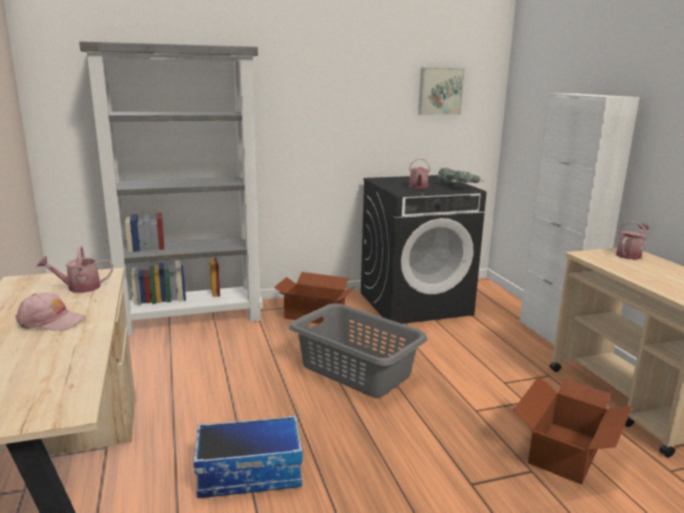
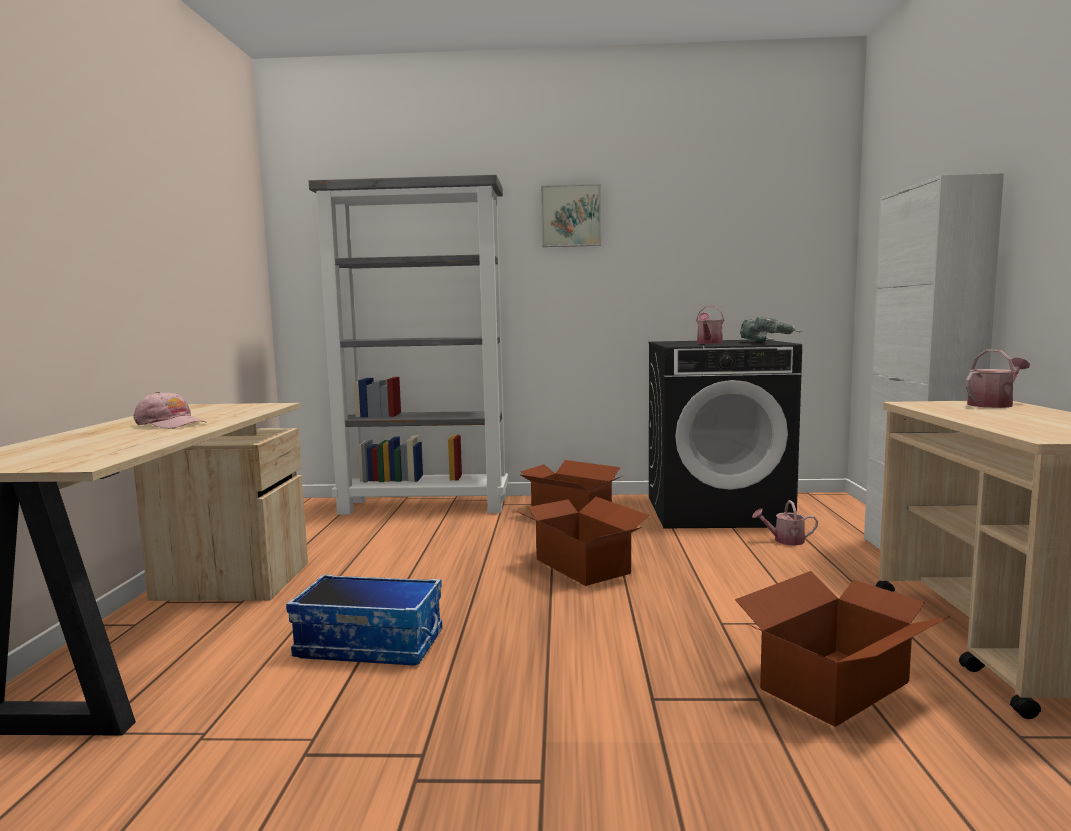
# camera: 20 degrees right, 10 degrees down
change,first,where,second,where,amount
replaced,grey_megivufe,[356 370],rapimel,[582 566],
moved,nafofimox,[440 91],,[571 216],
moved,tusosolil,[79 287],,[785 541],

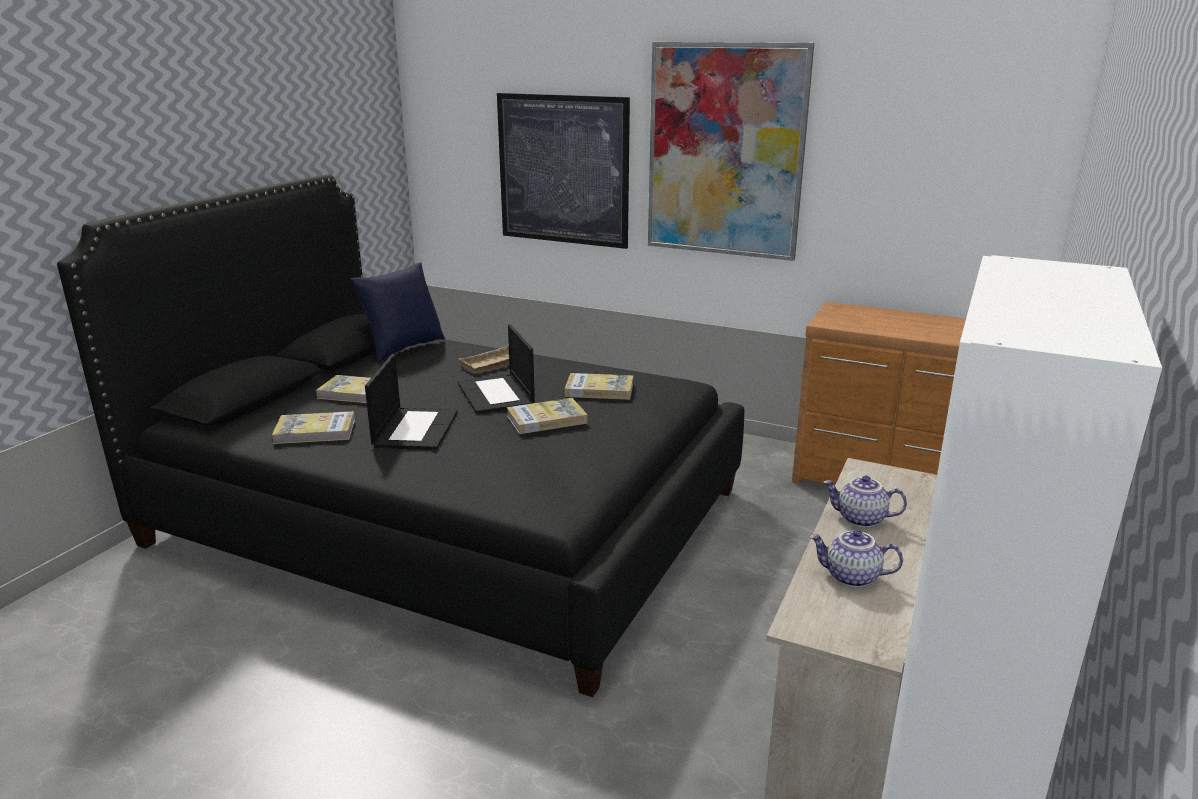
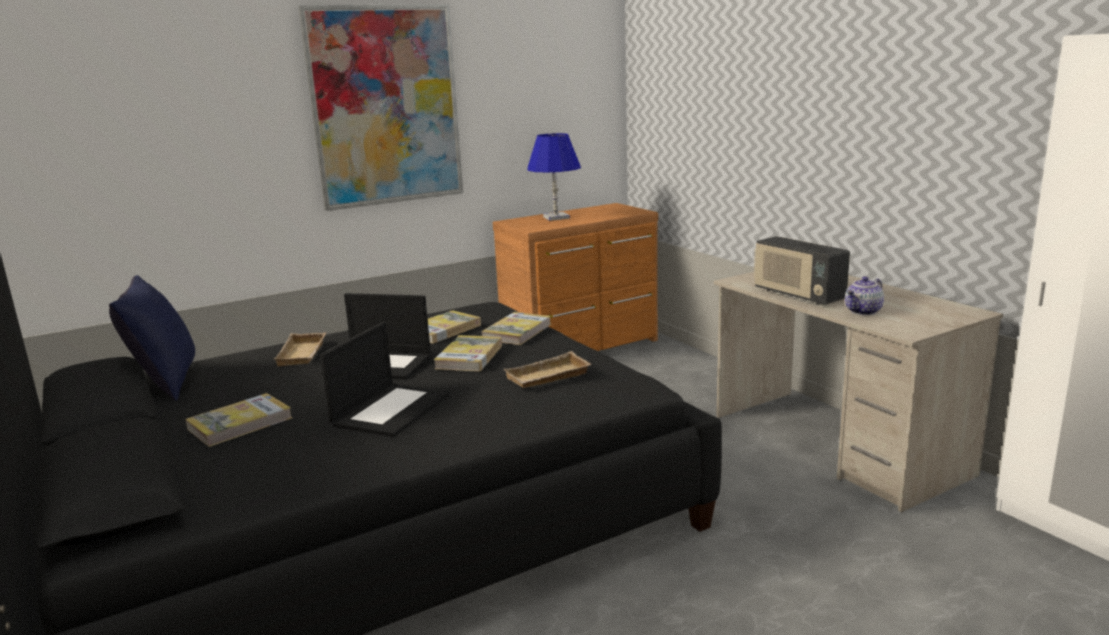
# camera: 55 degrees left, 5 degrees down
change,first,where,second,where,amount
turned,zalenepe,[415 429],,[391 409],75 degrees clockwise
moved,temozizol,[315 431],,[517 332],
added,,,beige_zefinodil,[548 377],
added,,,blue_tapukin,[556 217],
replaced,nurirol,[860 519],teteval,[797 295],
removed,nafofimox,[563 170],,,

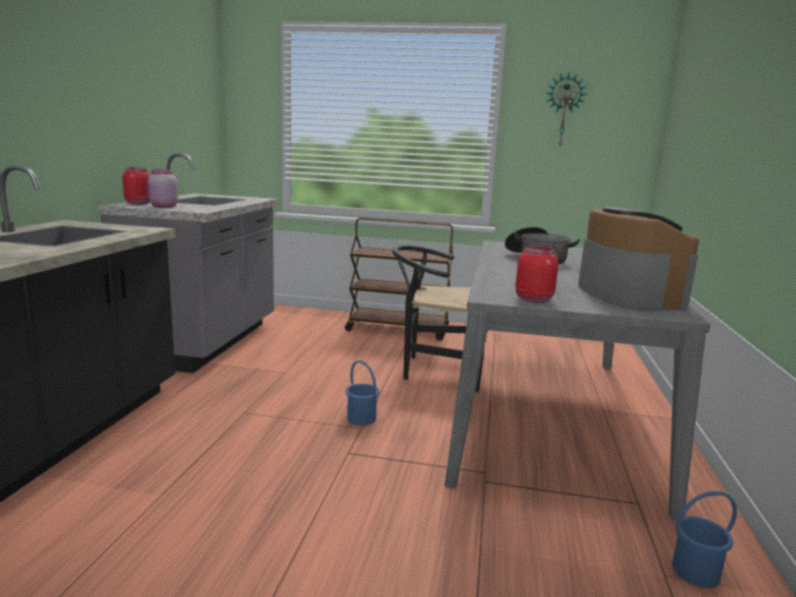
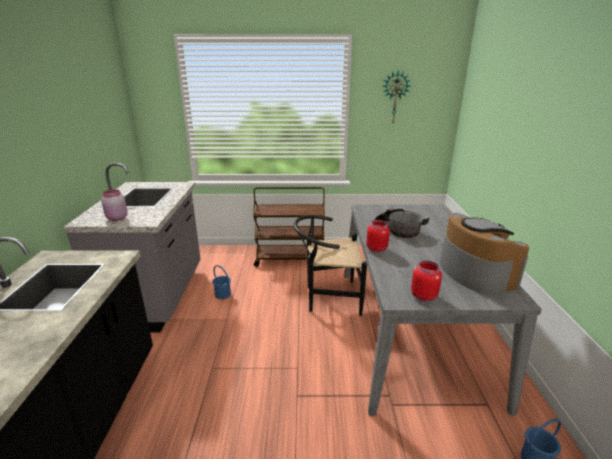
# camera: 10 degrees left, 10 degrees up
change,first,where,second,where,amount
moved,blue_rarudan,[361 418],,[223 294],
moved,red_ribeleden,[139 203],,[376 248],

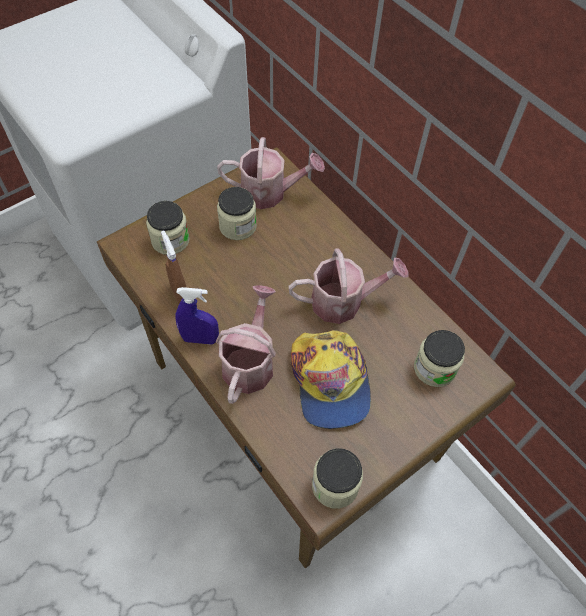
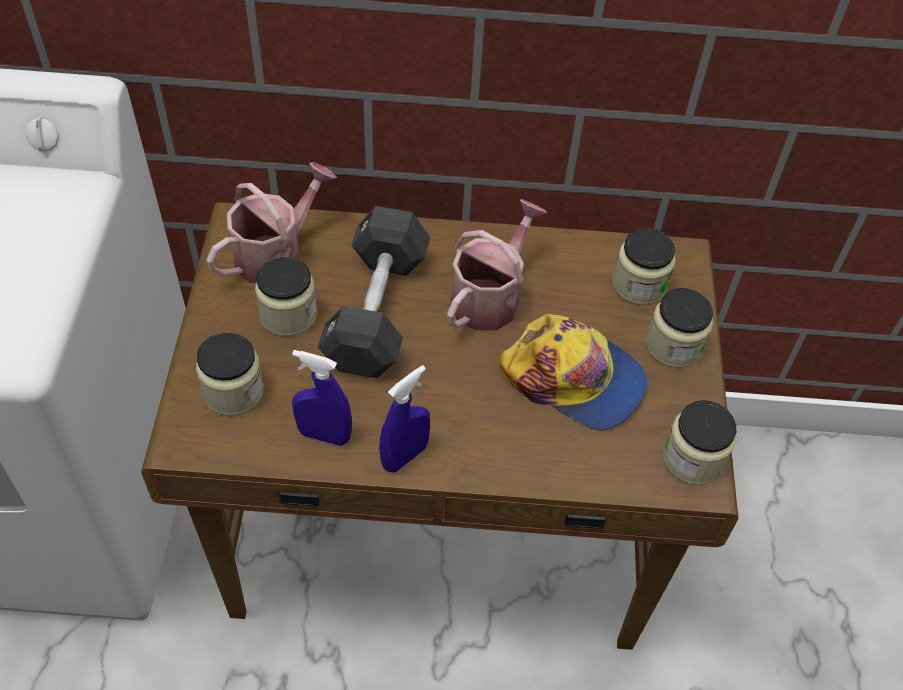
# camera: 50 degrees left, 5 degrees down
change,first,where,second,where,amount
recoloured,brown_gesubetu,[180 295],blue_gesubetu,[324 435],
added,,,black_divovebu,[376 310],
added,,,ribeleden,[673 346],
removed,tusosolil,[250 361],,,

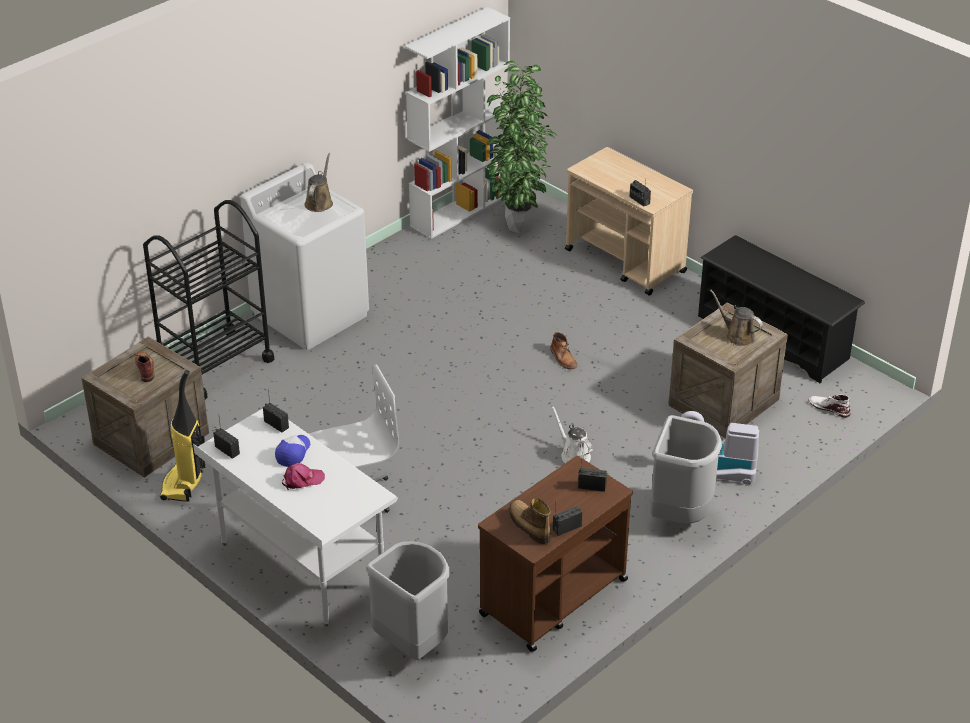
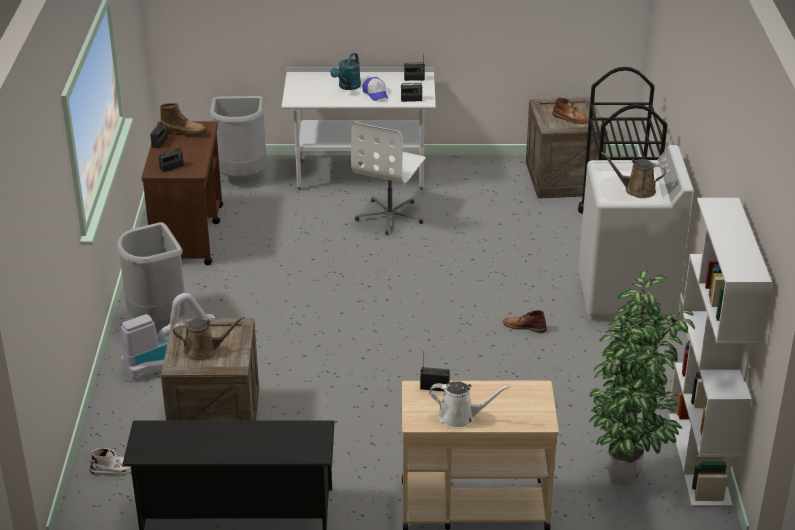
# camera: 135 degrees right, 5 degrees down
change,first,where,second,where,amount
replaced,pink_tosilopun,[302 480],turquoise_tusosolil,[347 87],
moved,white_tusosolil,[573 455],,[460 417],
moved,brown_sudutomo,[563 358],,[524 326],
turned,brown_tusosolil,[319 202],,[636 190],135 degrees clockwise
removed,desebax,[184 484],,,

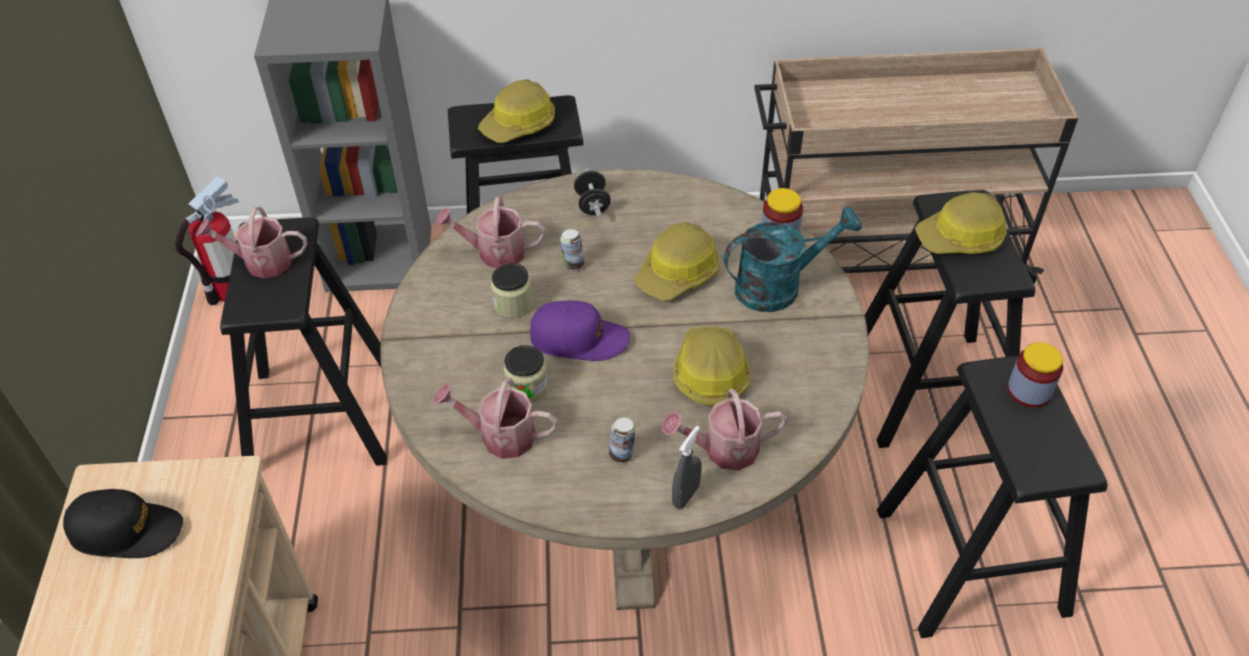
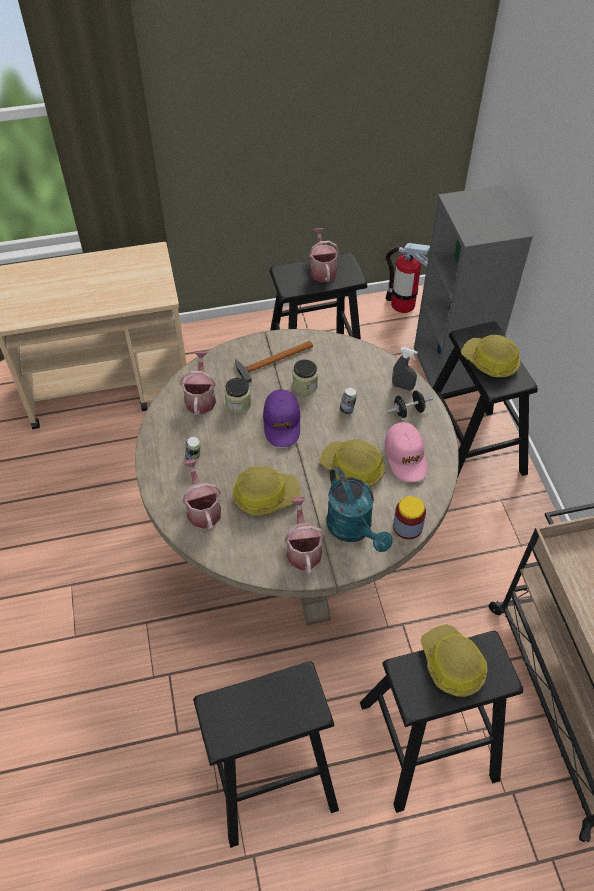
# camera: 80 degrees right, 5 degrees up
change,first,where,second,where,amount
added,,,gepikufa,[271 361],
moved,tusosolil,[494 252],,[303 549],
added,,,pink_tosilopun,[406 456],
moved,grey_gesubetu,[685 495],,[402 386],
removed,black_tosilopun,[127 530],,,
removed,ribeleden,[1029 391],,,

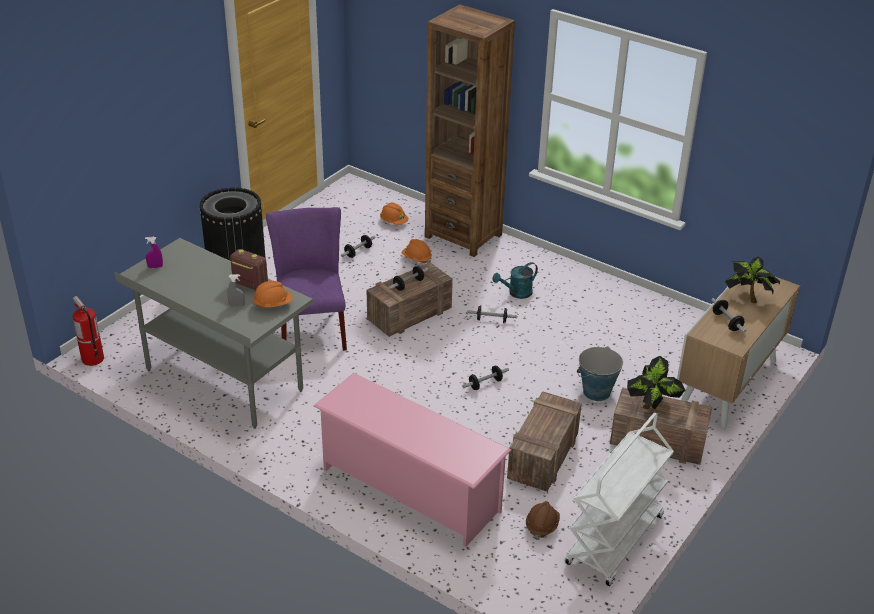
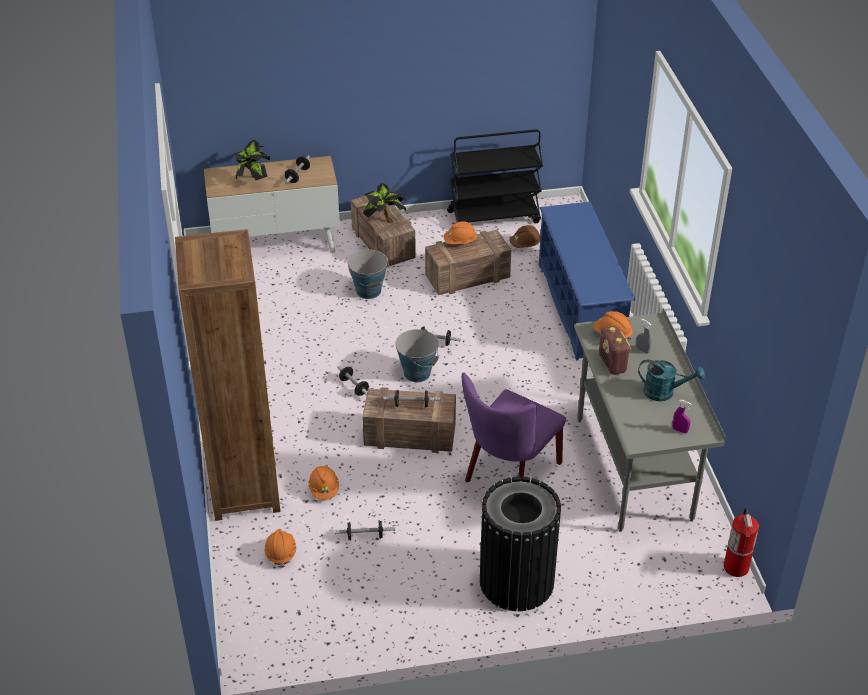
# camera: 135 degrees left, 5 degrees up
change,first,where,second,where,amount
added,,,rarudan,[417 373],
added,,,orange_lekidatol,[460 242],
recoloured,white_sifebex,[615 541],black_sifebex,[494 217],
recoloured,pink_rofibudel,[409 490],blue_rofibudel,[580 308],
moved,turquoise_tusosolil,[516 293],,[664 392],

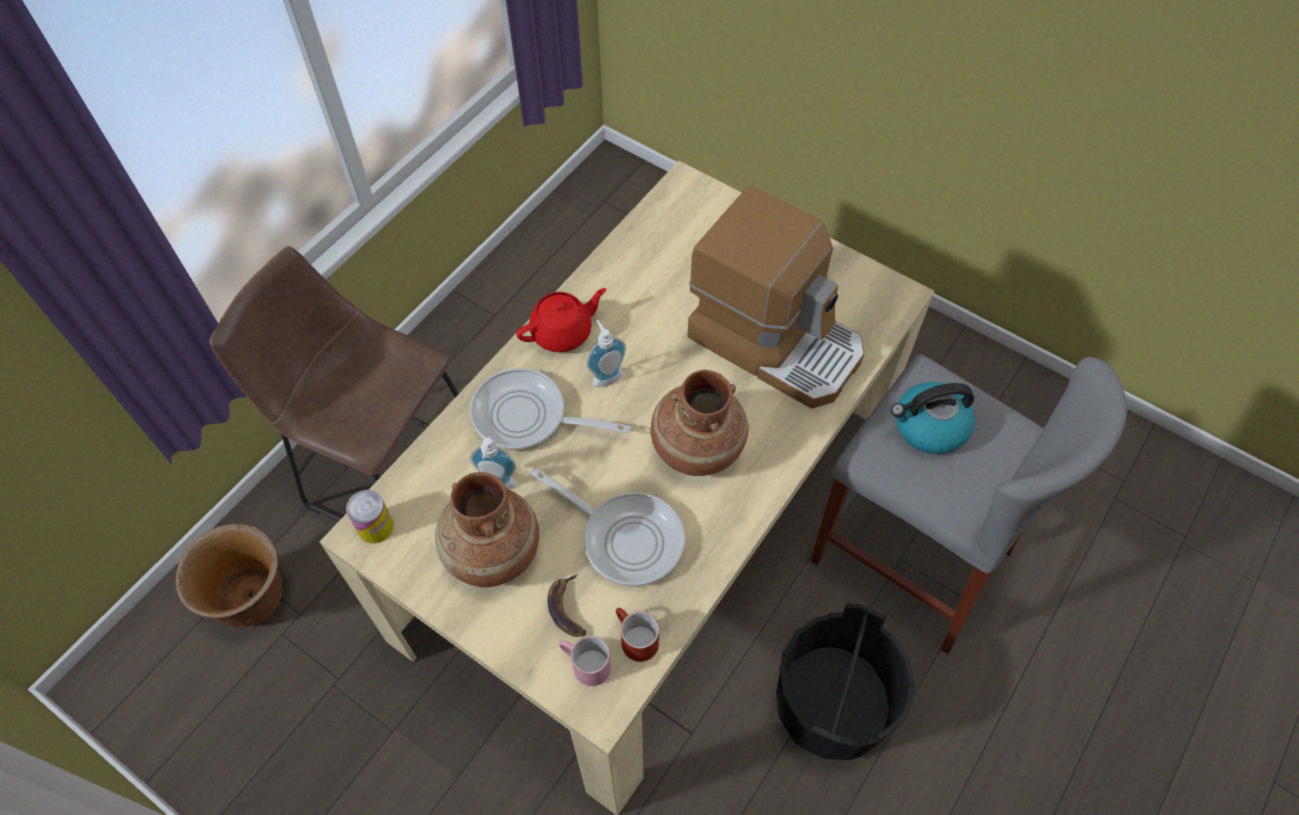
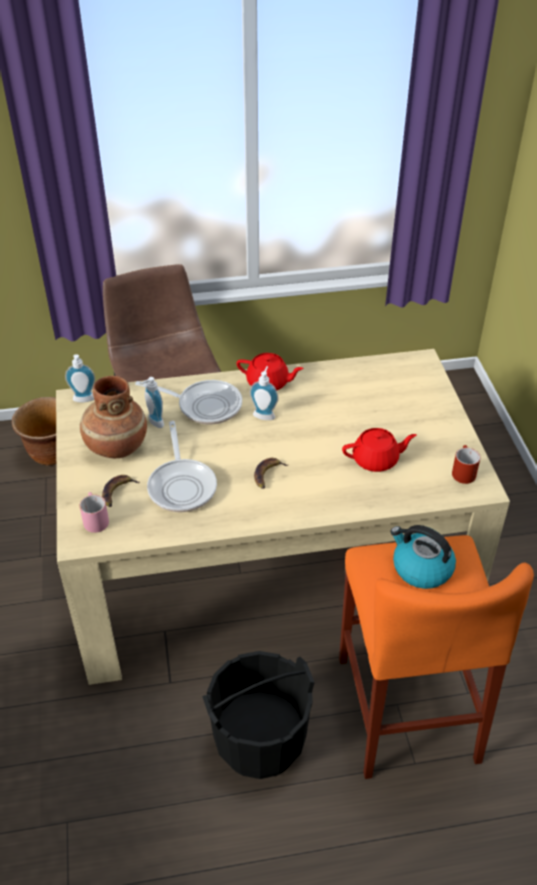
# camera: 45 degrees right, 15 degrees down
change,first,where,second,where,amount
replaced,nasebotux,[375 526],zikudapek,[84 400],
turned,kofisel,[527 417],,[204 405],135 degrees clockwise
replaced,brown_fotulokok,[696 447],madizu,[268 475],
recoloured,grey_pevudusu,[910 555],orange_pevudusu,[406 708],
replaced,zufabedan,[776 341],red_nurirol,[376 460],
moved,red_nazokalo,[634 638],,[462 471],

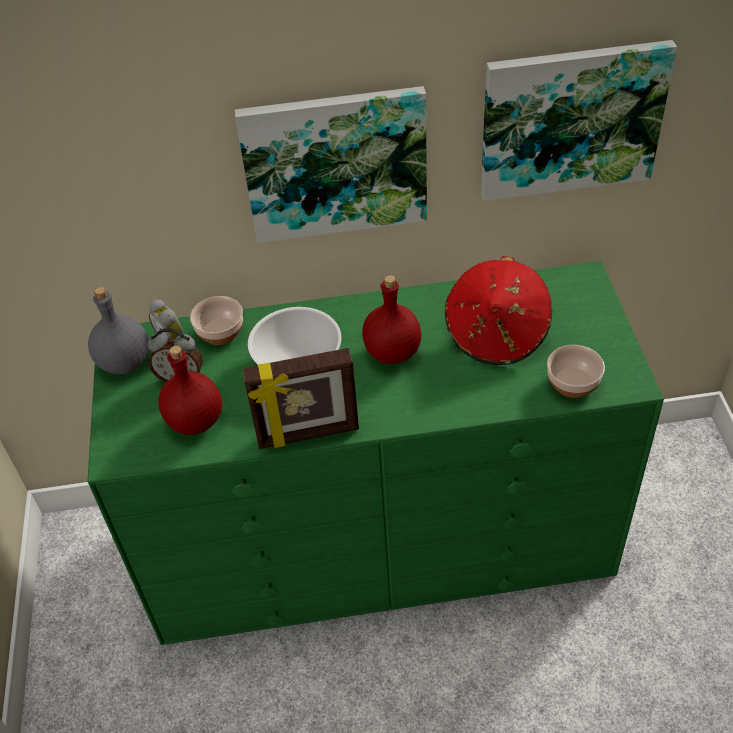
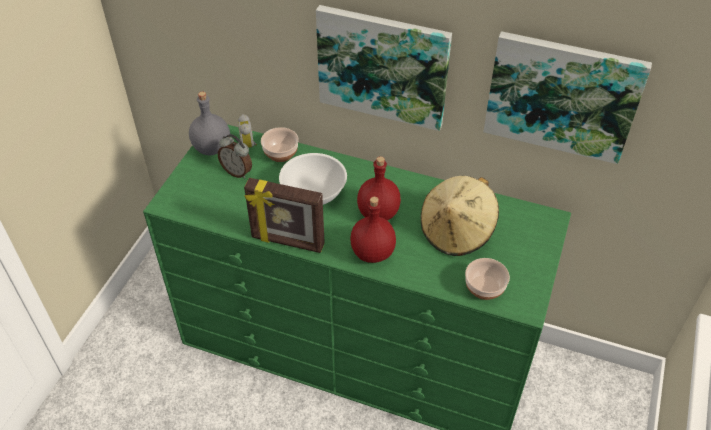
# camera: 25 degrees right, 0 degrees up
change,first,where,second,where,amount
moved,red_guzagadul,[195 422],,[372 253],
recoloured,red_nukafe,[497 335],beige_nukafe,[456 232],

